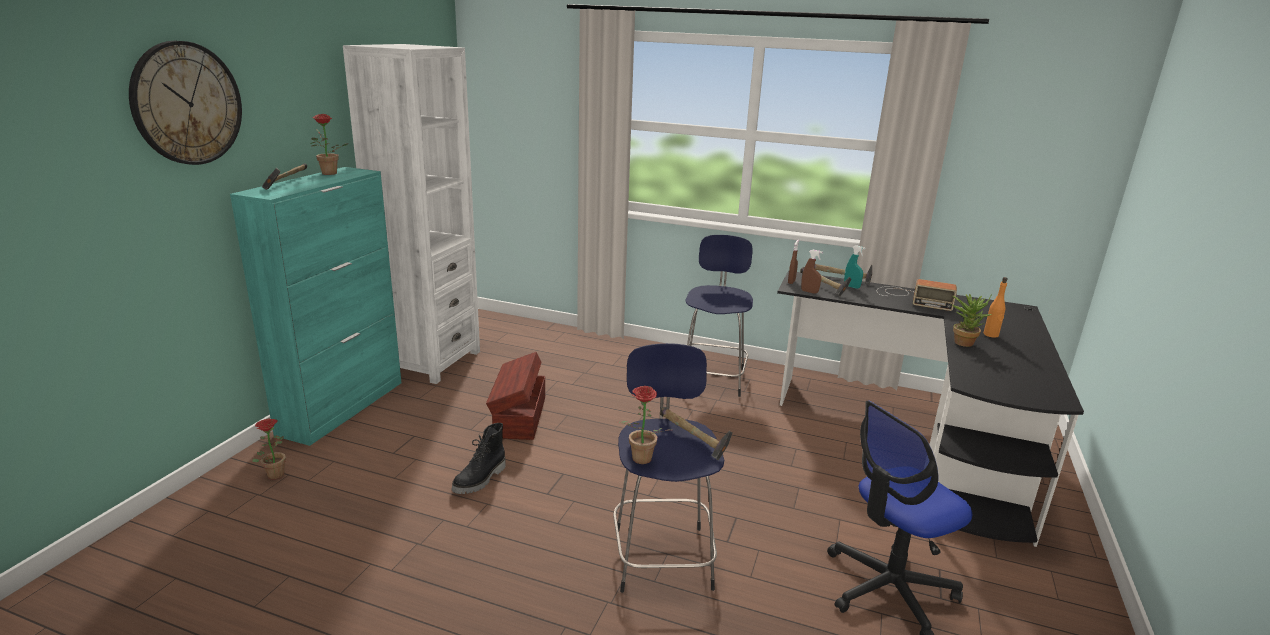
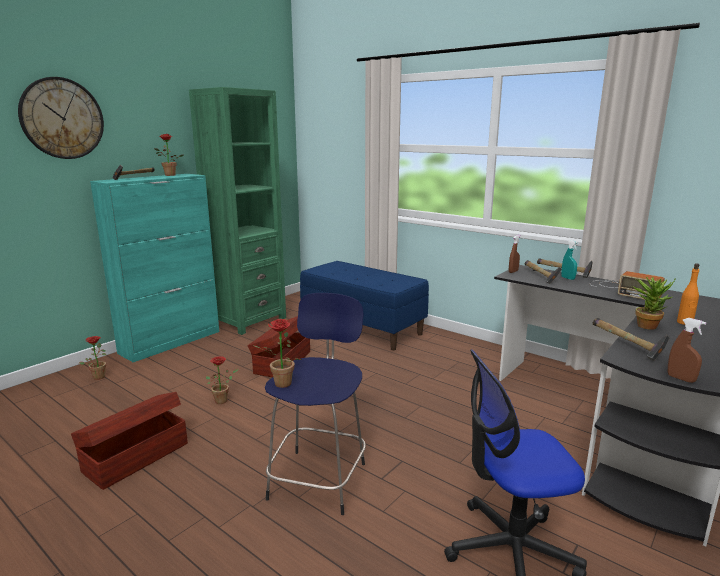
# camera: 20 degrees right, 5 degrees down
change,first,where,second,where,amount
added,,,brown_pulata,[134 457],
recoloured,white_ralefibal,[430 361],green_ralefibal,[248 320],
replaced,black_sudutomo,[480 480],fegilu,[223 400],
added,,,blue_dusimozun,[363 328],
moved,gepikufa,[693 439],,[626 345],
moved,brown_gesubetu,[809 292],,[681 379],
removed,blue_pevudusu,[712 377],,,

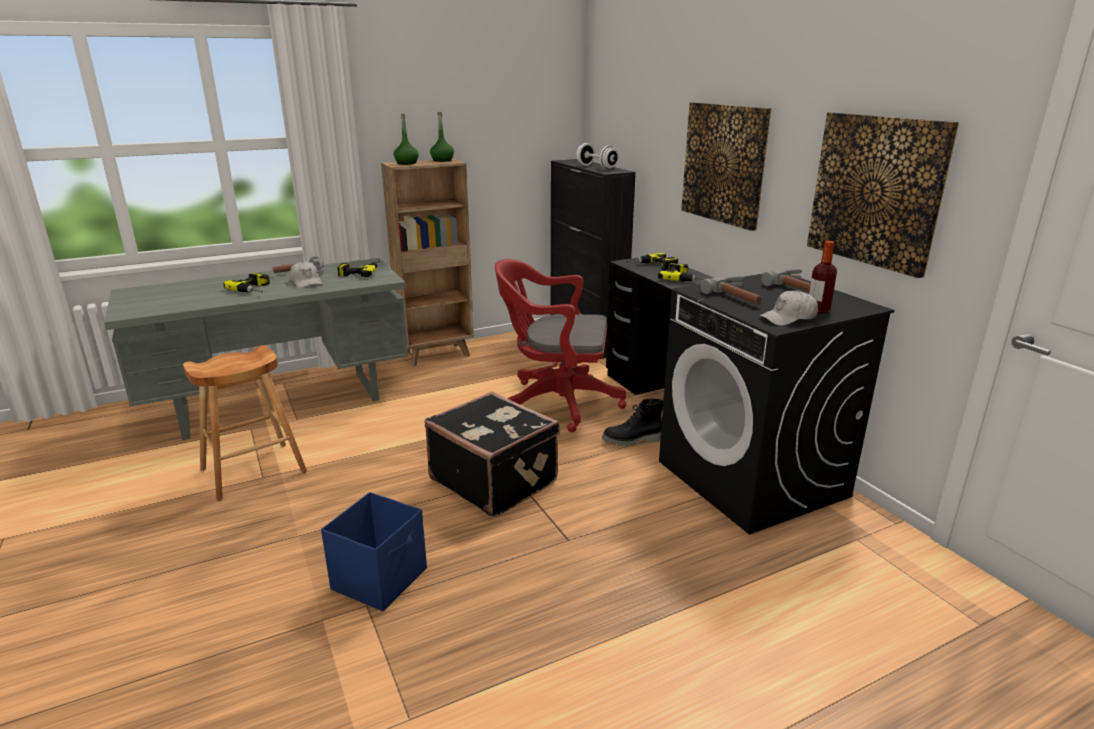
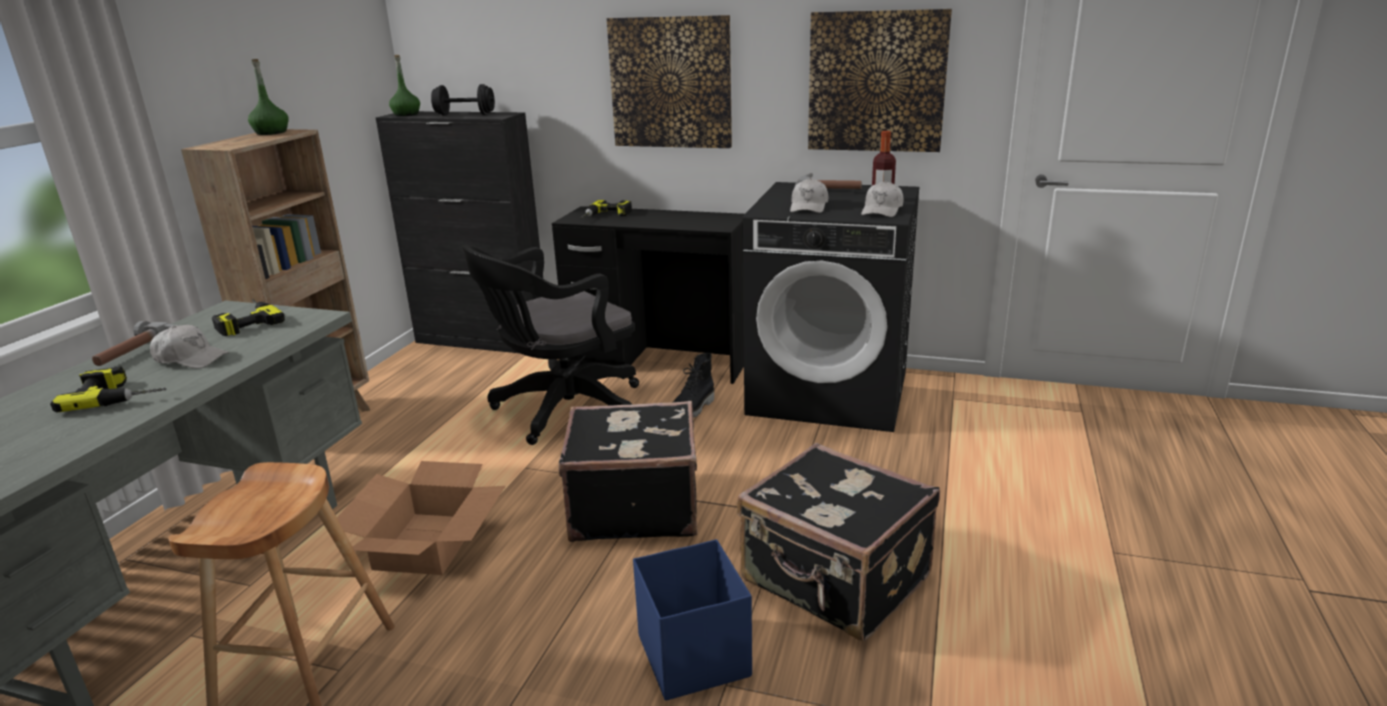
# camera: 45 degrees left, 0 degrees up
change,first,where,second,where,amount
added,,,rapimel,[428 543],
moved,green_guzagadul,[406 163],,[406 114],
recoloured,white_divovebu,[596 167],black_divovebu,[465 115],
recoloured,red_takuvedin,[556 402],black_takuvedin,[562 411],
added,,,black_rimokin,[835 581],
replaced,gepikufa,[739 297],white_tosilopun,[809 207],
removed,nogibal,[686 278],,,

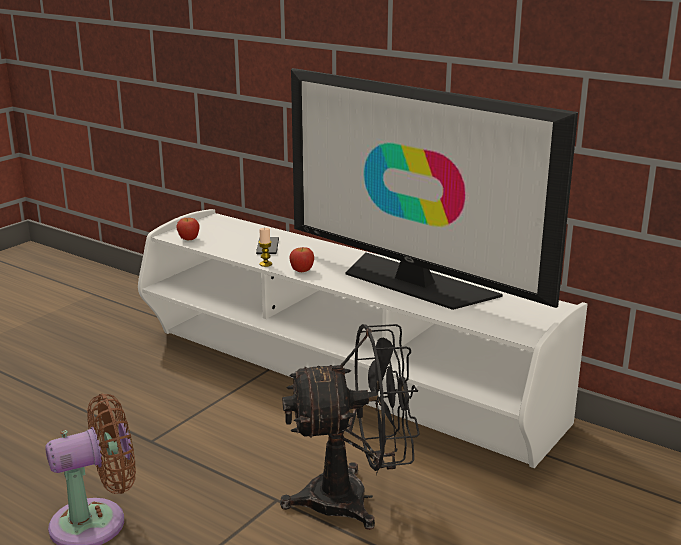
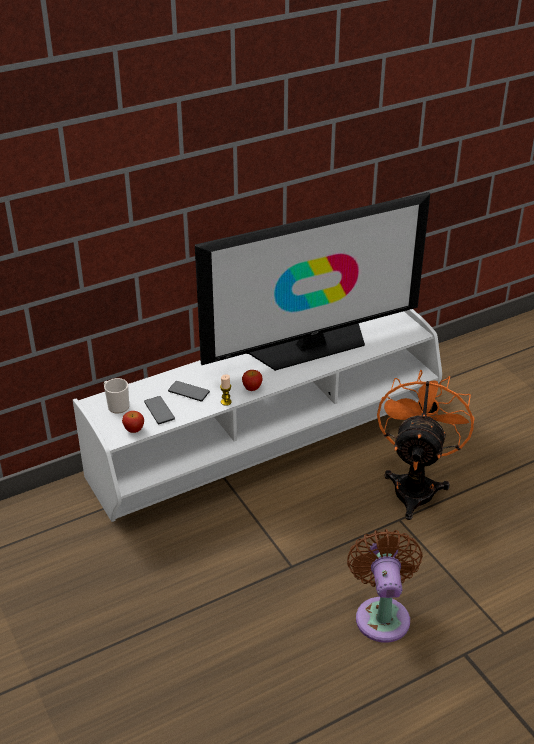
# camera: 65 degrees left, 15 degrees up
change,first,where,second,where,amount
added,,,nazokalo,[116 405],
added,,,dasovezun,[159 411],
recoloured,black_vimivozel,[354 499],orange_vimivozel,[415 485],

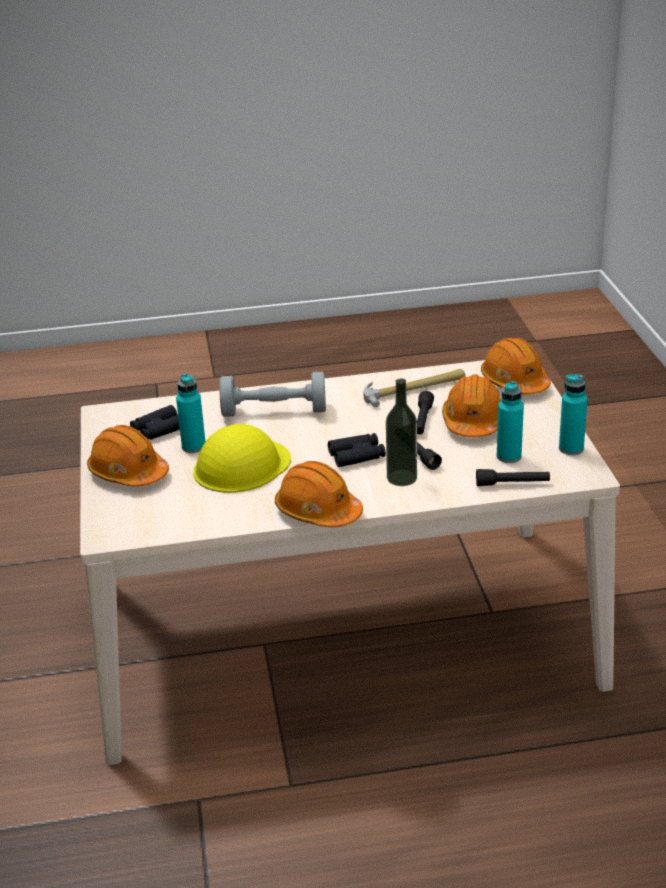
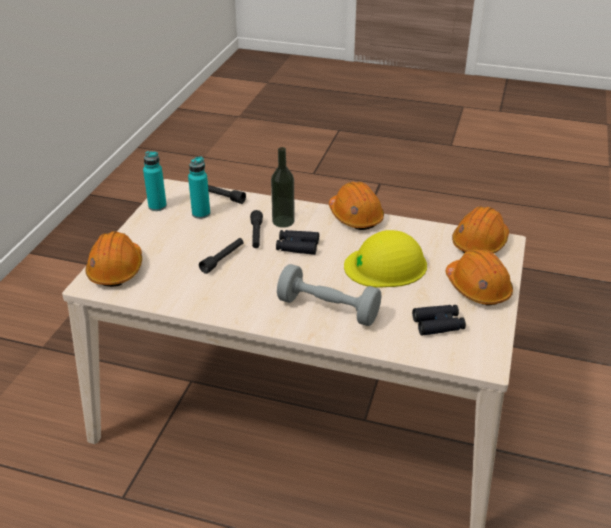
# camera: 155 degrees left, 5 degrees up
change,first,where,second,where,amount
moved,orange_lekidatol,[473 422],,[479 242],
removed,turquoise_guzagadul,[193 447],,,
removed,gepikufa,[414 390],,,

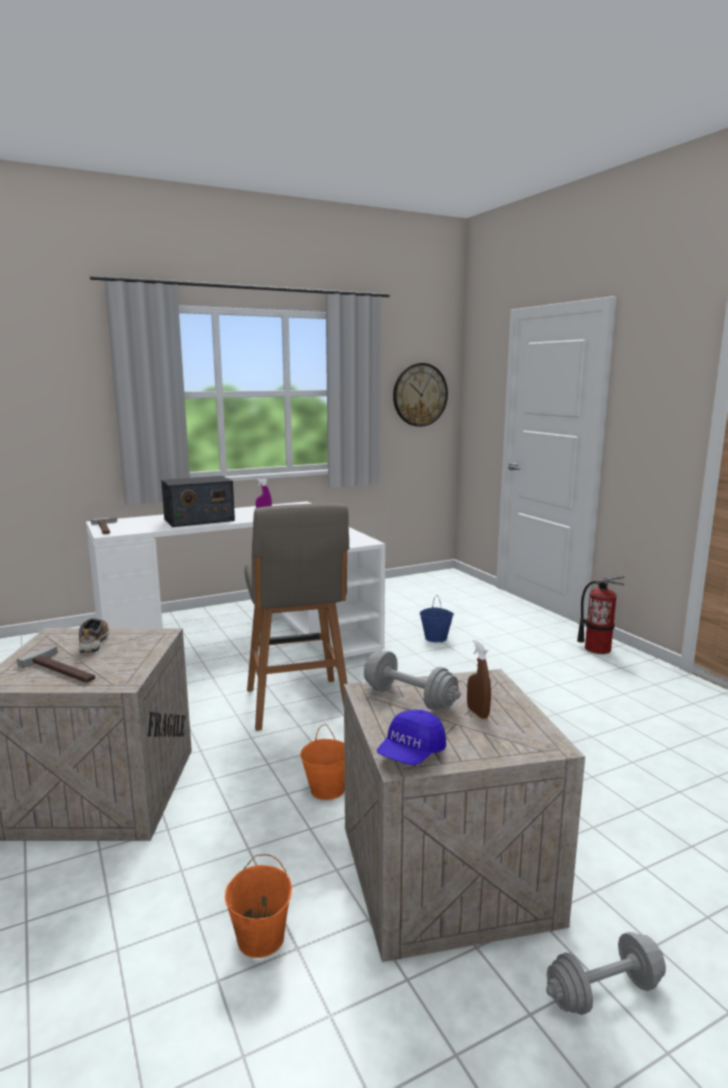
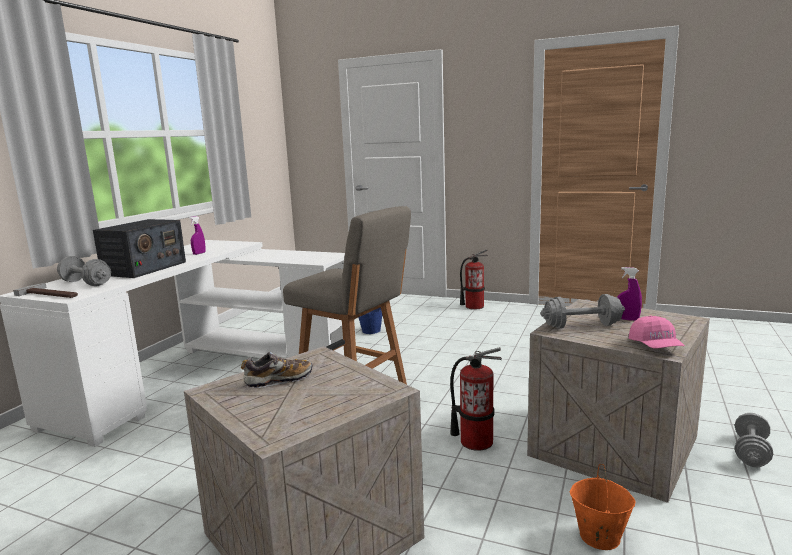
# camera: 40 degrees left, 0 degrees up
change,first,where,second,where,amount
added,,,grey_divovebu,[86 283],
turned,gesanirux,[94 643],,[278 381],120 degrees clockwise
replaced,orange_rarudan,[328 789],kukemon,[476 441],
recoloured,brown_gesubetu,[477 713],purple_gesubetu,[627 319],
recoloured,blue_tosilopun,[411 754],pink_tosilopun,[655 346],
removed,gepikufa,[65 669],,,
removed,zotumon,[420 395],,,

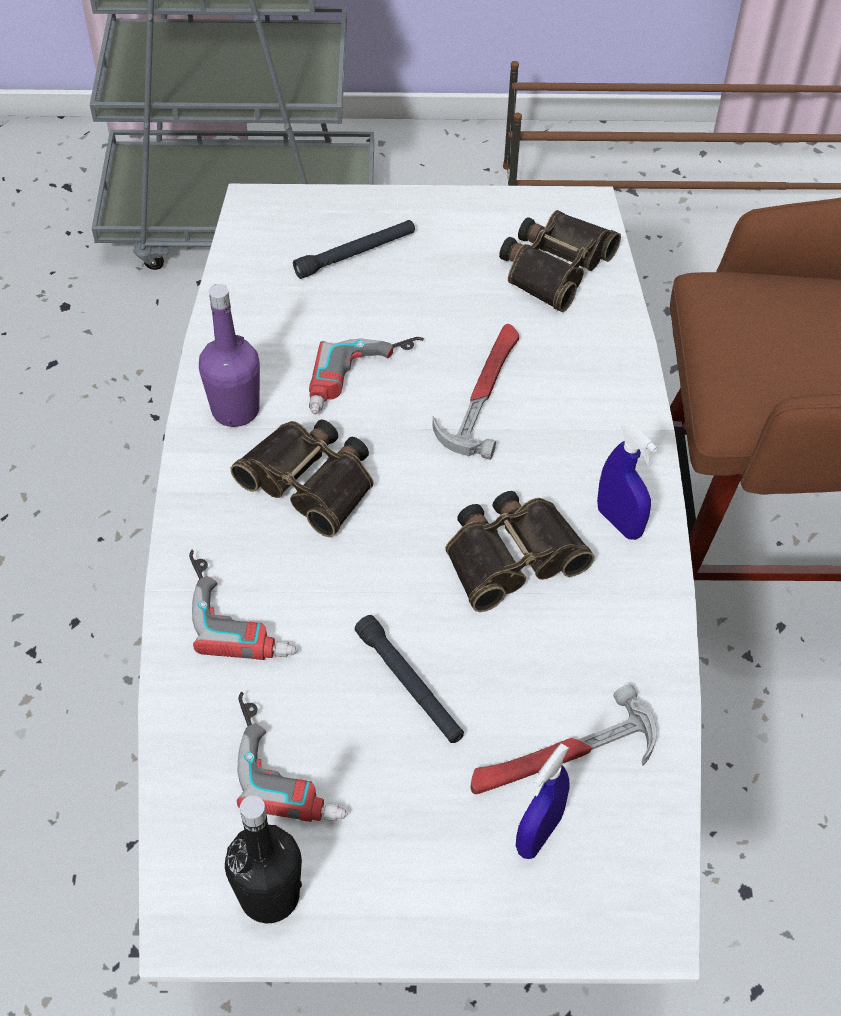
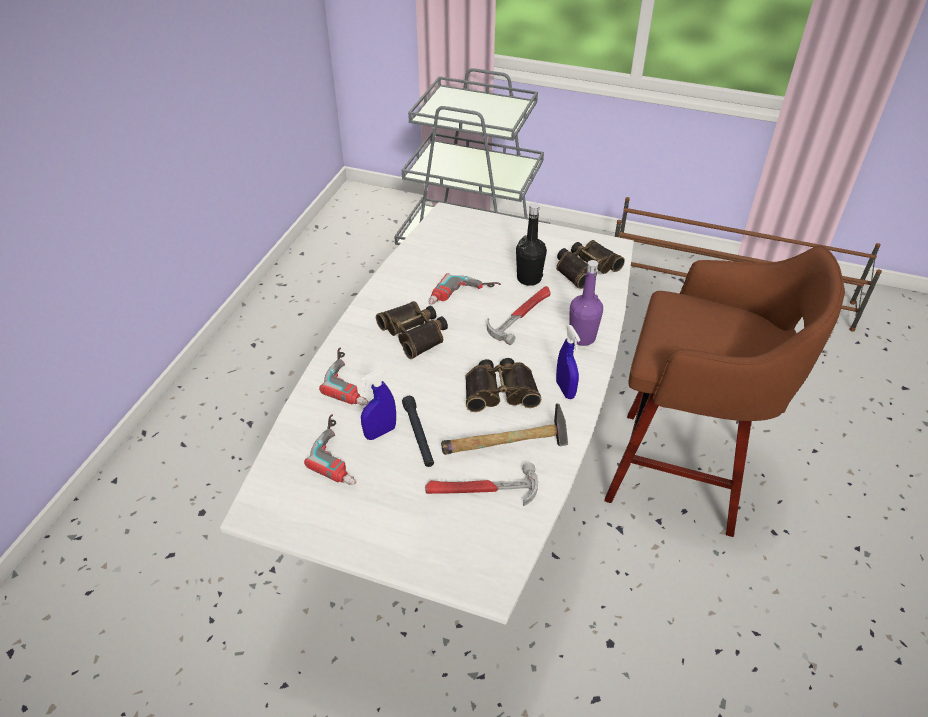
# camera: 20 degrees right, 10 degrees down
change,first,where,second,where,amount
moved,blue_gesubetu,[538 834],,[380 432],
added,,,gepikufa,[508 447],
moved,black_guzagadul,[269 895],,[529 278],
moved,purple_guzagadul,[235 409],,[582 337],
removed,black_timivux,[355 254],,,

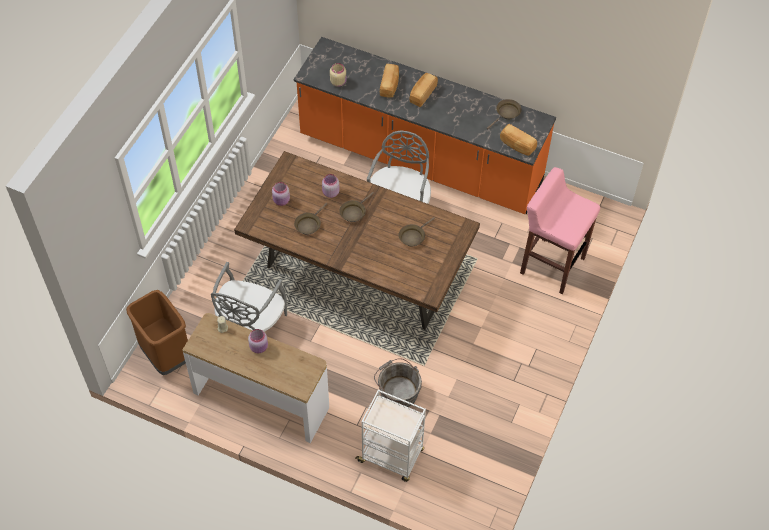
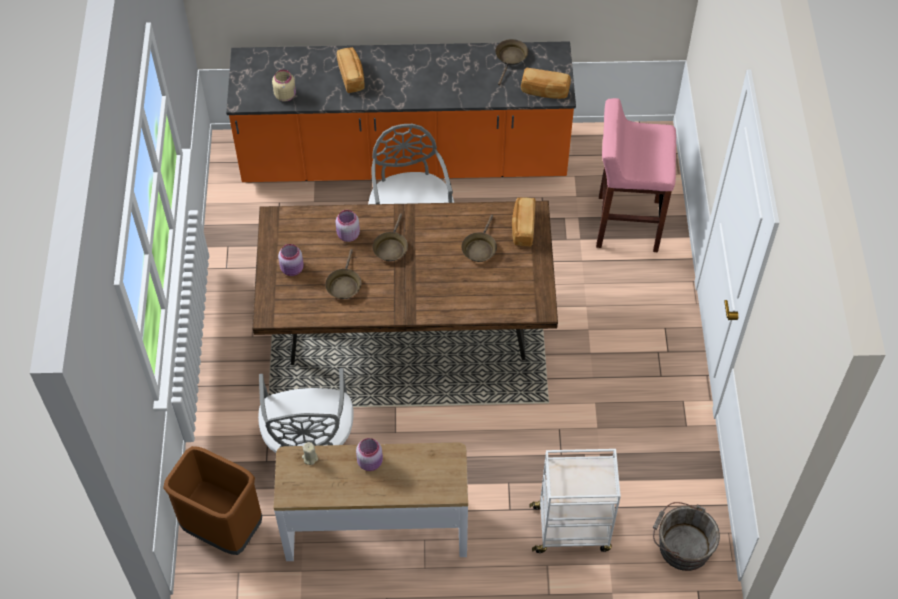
# camera: 25 degrees left, 0 degrees up
change,first,where,second,where,amount
moved,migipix,[422 94],,[522 228],
moved,grey_rarudan,[397 390],,[681 545],

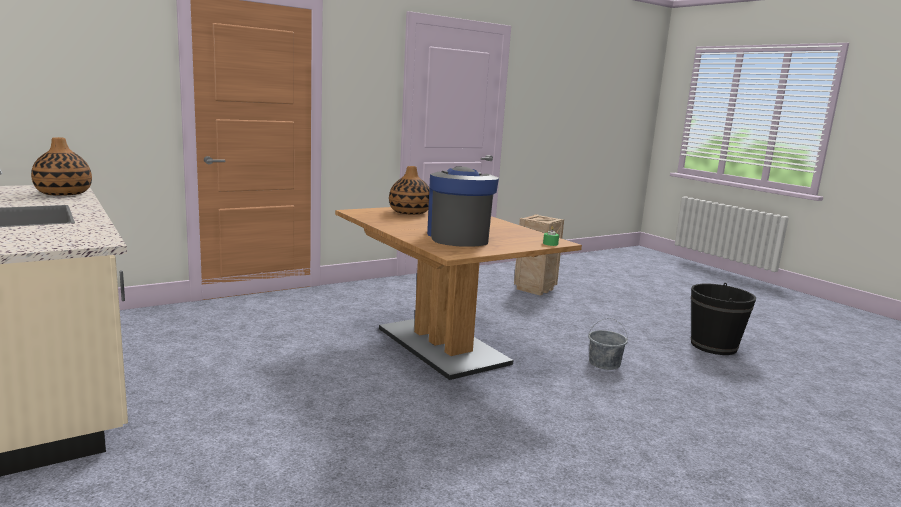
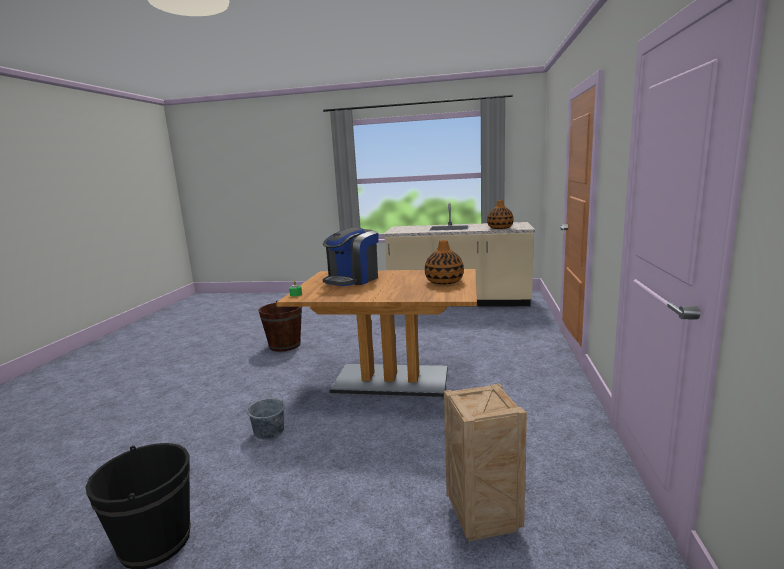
# camera: 135 degrees right, 0 degrees up
change,first,where,second,where,amount
added,,,brown_rarudan,[285 345],
turned,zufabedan,[458 237],,[353 279],90 degrees clockwise

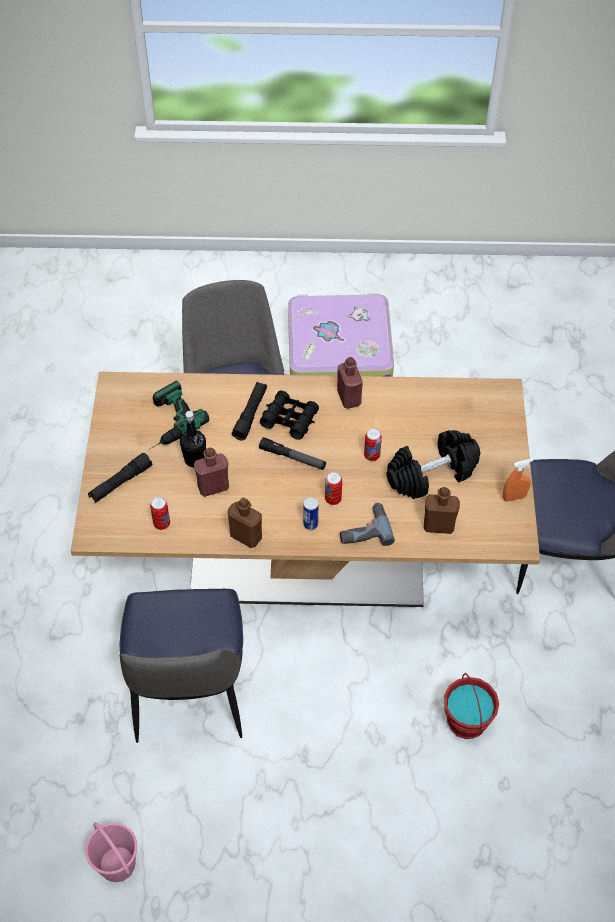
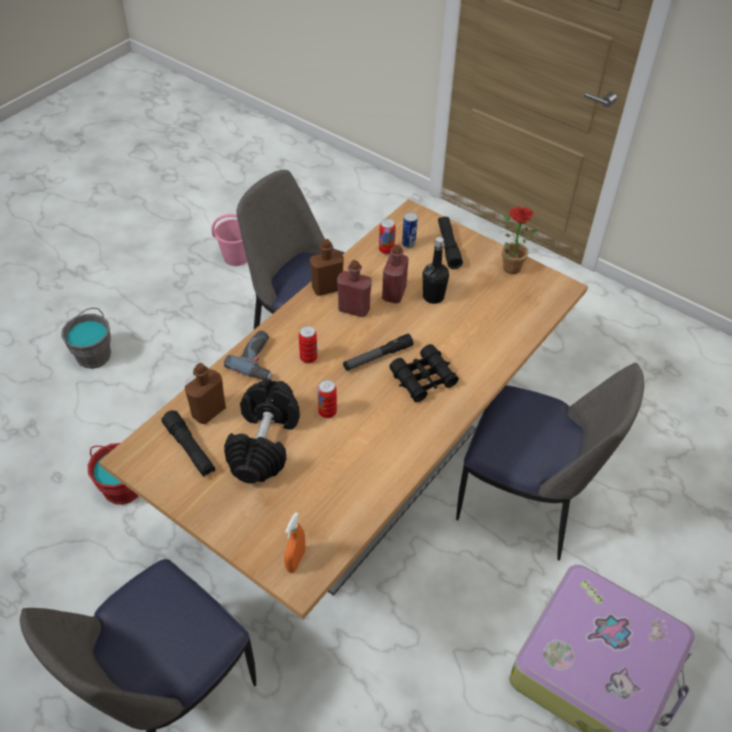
# camera: 125 degrees right, 5 degrees down
change,first,where,second,where,amount
added,,,grey_rarudan,[93 356],
moved,black_timivux,[250 414],,[190 449],
moved,orange_gesubetu,[514 497],,[295 560],
moved,red_guzagadul,[349 398],,[354 309],
moved,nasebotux,[310 524],,[408 244],
added,,,fegilu,[508 266],
removed,nogibal,[166 422],,,

